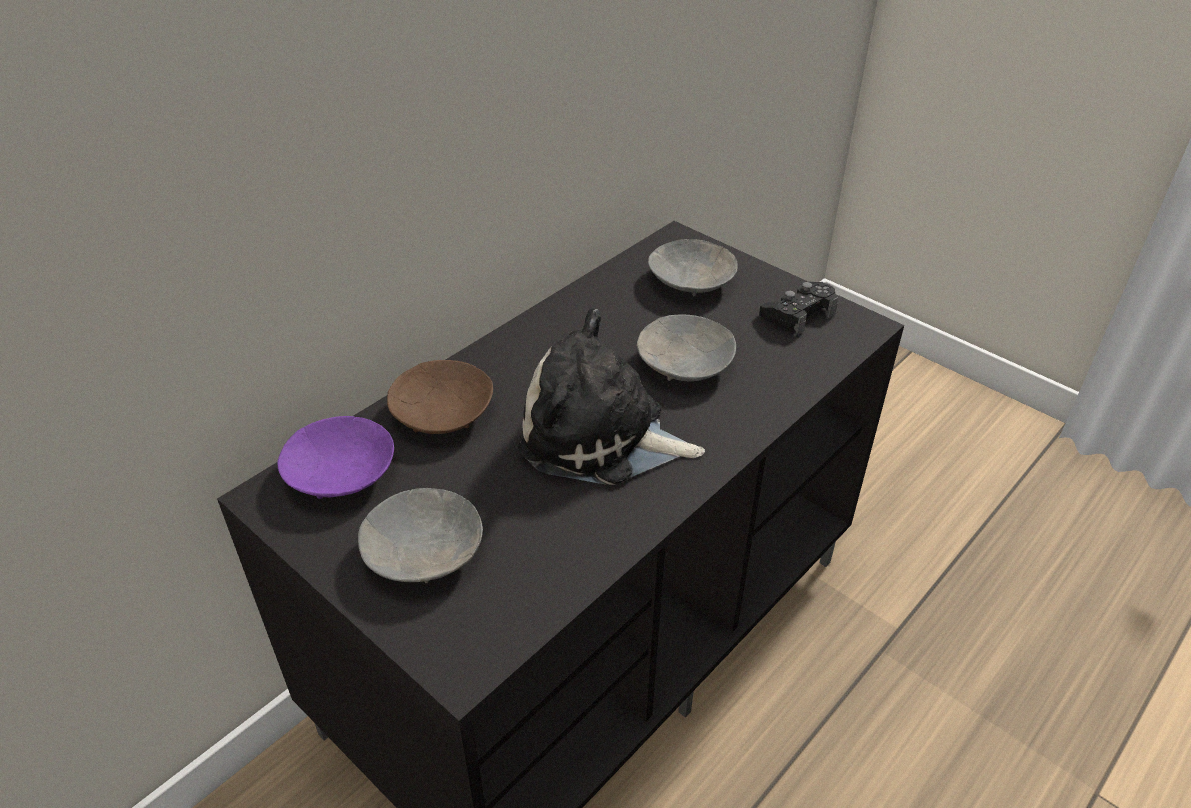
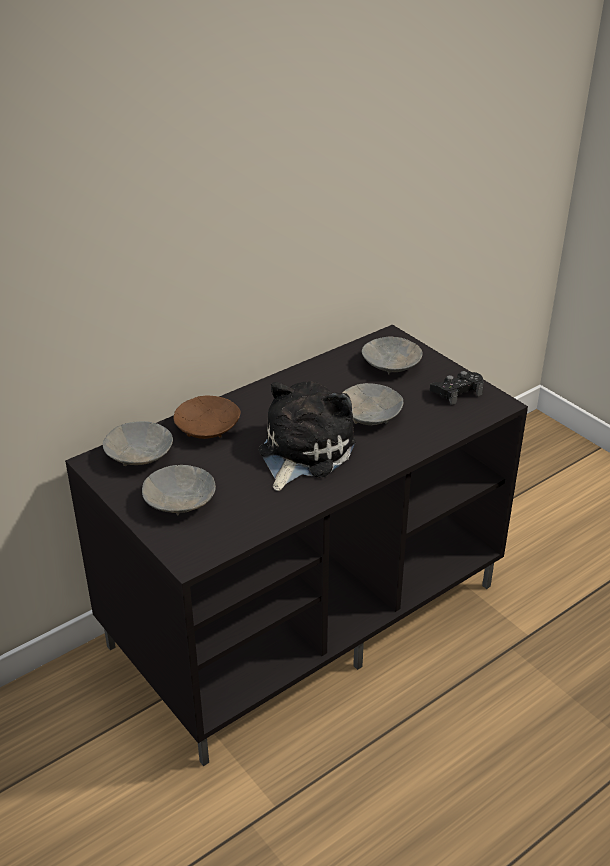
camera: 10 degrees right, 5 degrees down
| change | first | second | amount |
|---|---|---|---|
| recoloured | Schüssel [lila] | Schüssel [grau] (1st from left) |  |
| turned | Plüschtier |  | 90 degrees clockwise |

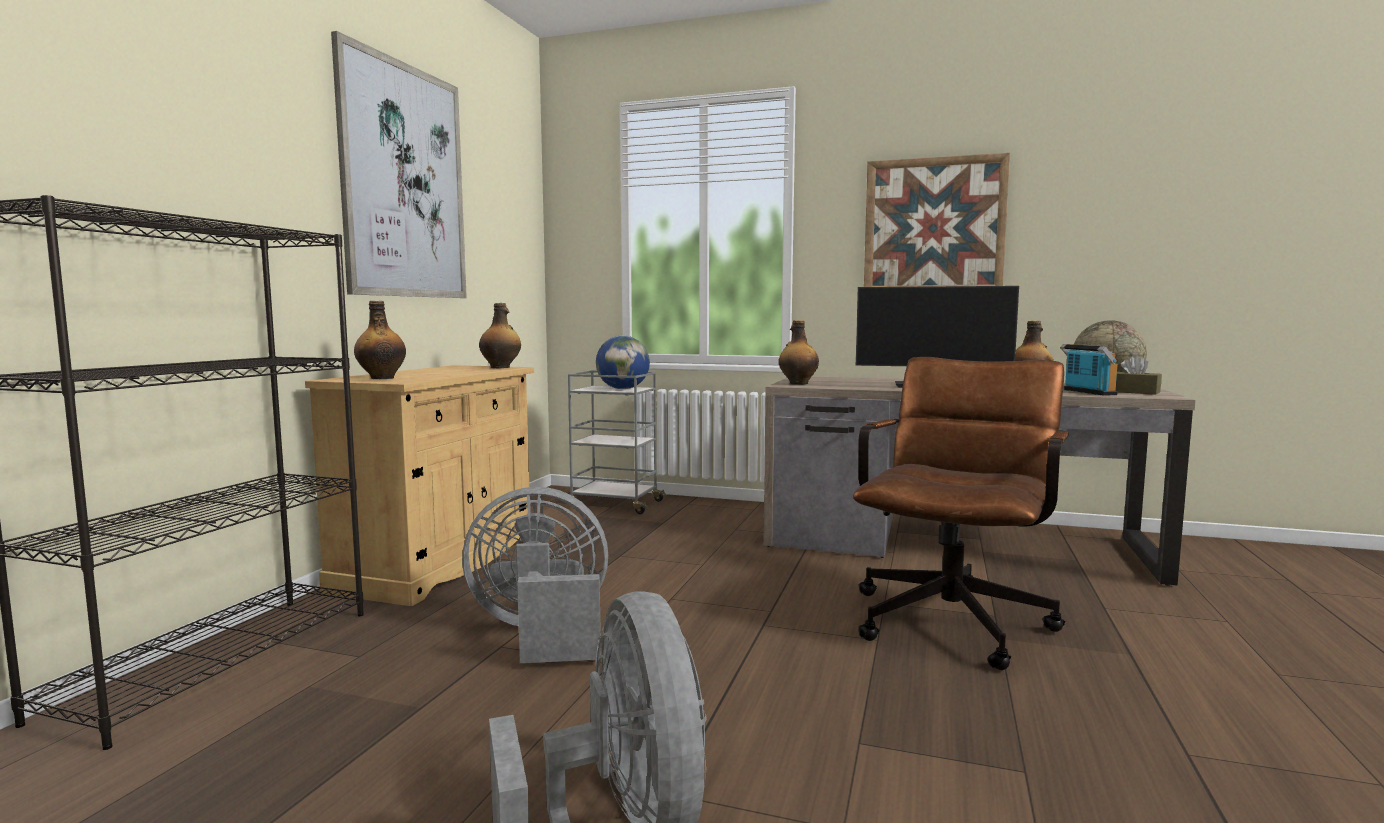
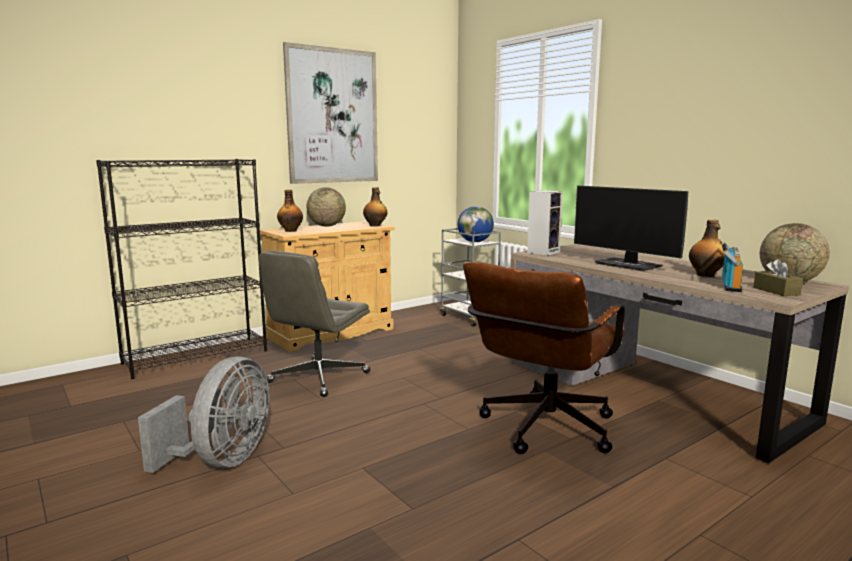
camera: 35 degrees right, 5 degrees up
| change | first | second | amount |
|---|---|---|---|
| replaced | Ventilator [grau] (1st from left) | Bürostuhl [grau] |  |
| added |  | Globus (1st from left) |  |
| turned | Bürostuhl [braun] |  | 150 degrees clockwise |
| replaced | Flasche (3rd from left) | Lautsprecher |  |
| removed | Bild (2nd from left) |  |  |

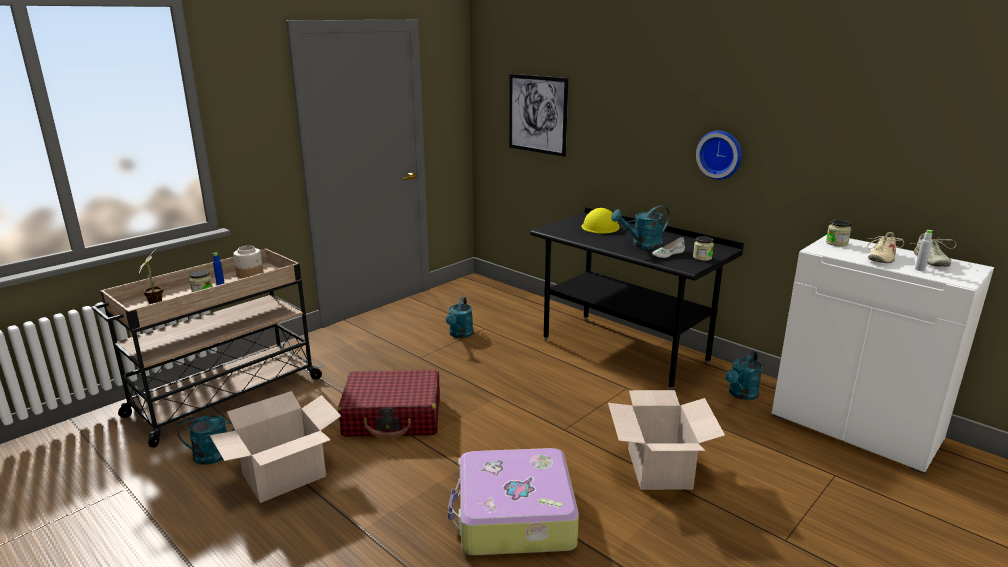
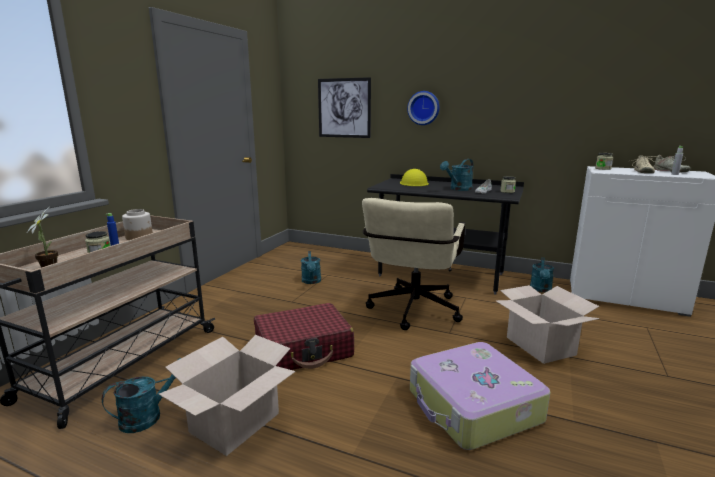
camera: 20 degrees left, 5 degrees down
| change | first | second | amount |
|---|---|---|---|
| added |  | Bürostuhl [beige] |  |
| moved | Wanduhr |  |  |

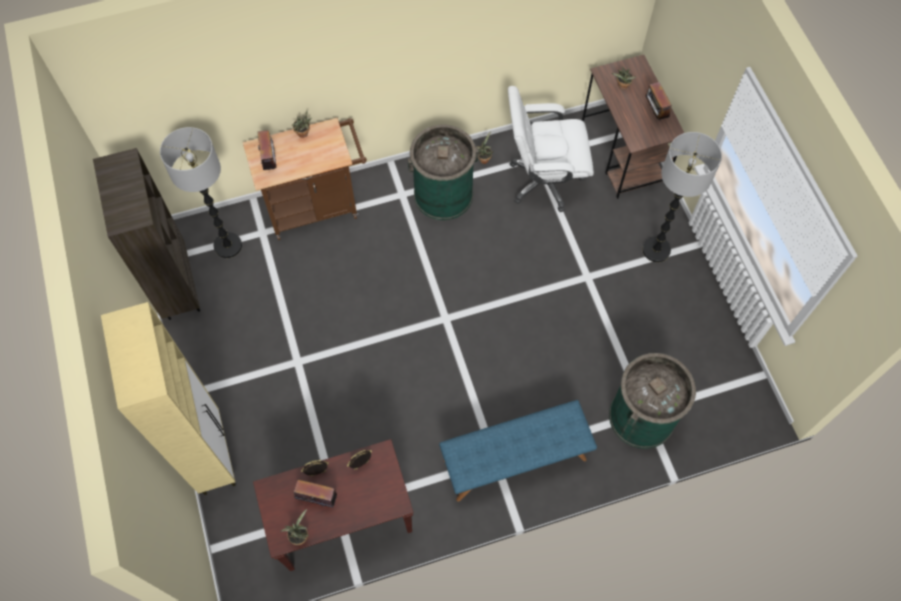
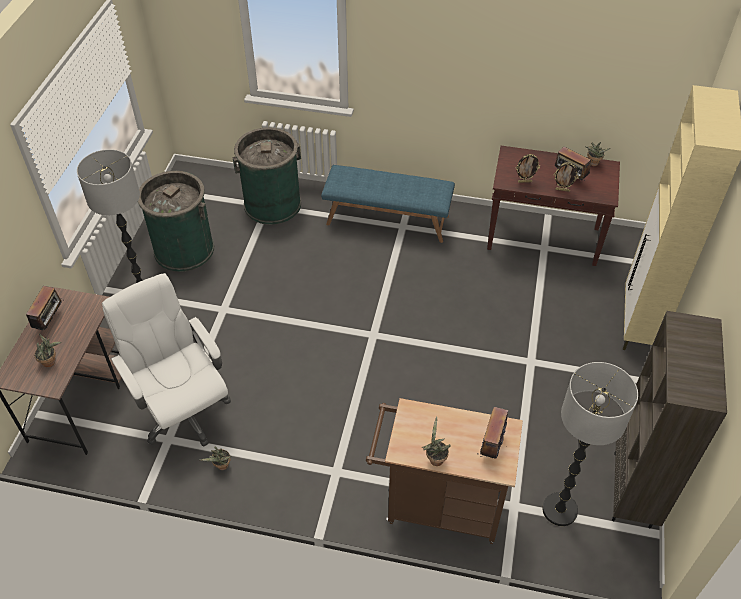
camera: 150 degrees left, 15 degrees down
| change | first | second | amount |
|---|---|---|---|
| turned | Bürostuhl [weiß] |  | 150 degrees counterclockwise |
| moved | Mülleimer [grün] (1st from left) |  |  |

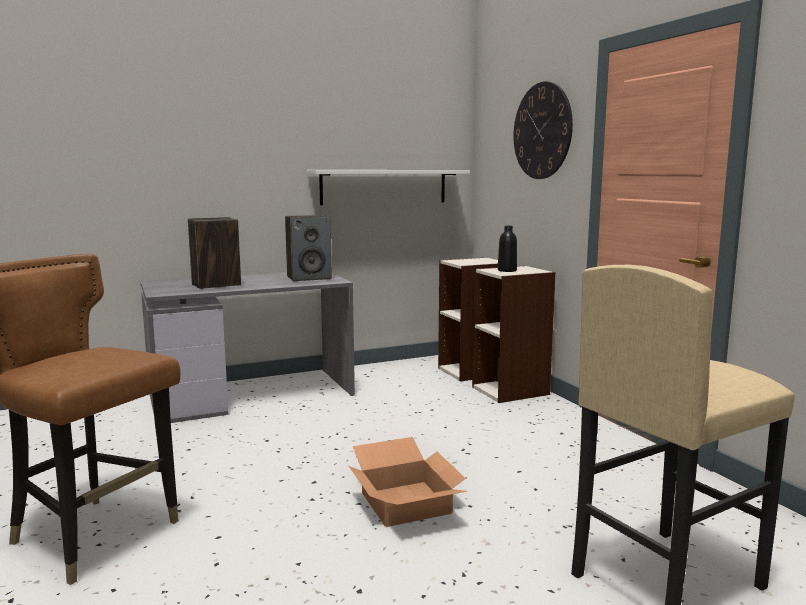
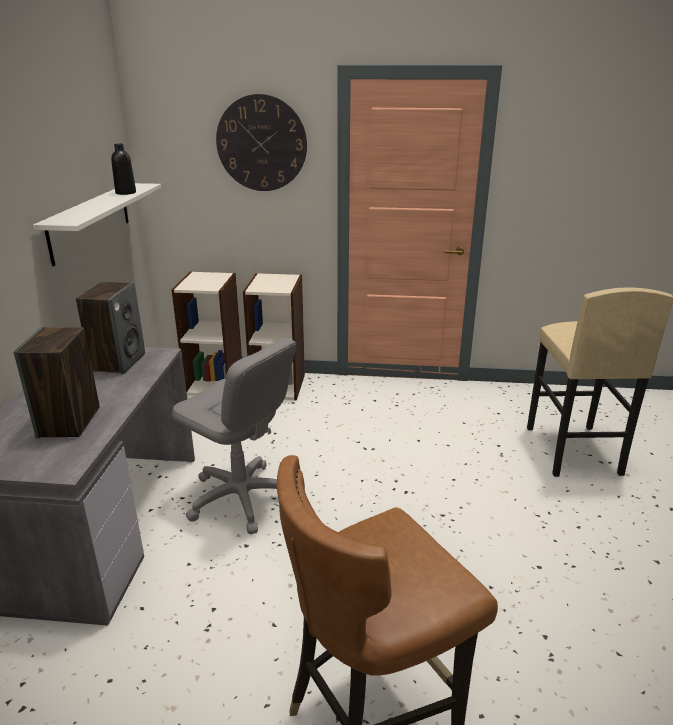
camera: 60 degrees left, 15 degrees up
| change | first | second | amount |
|---|---|---|---|
| moved | Flasche [schwarz] |  |  |
| added |  | Bürostuhl [grau] |  |
| removed | Karton |  |  |

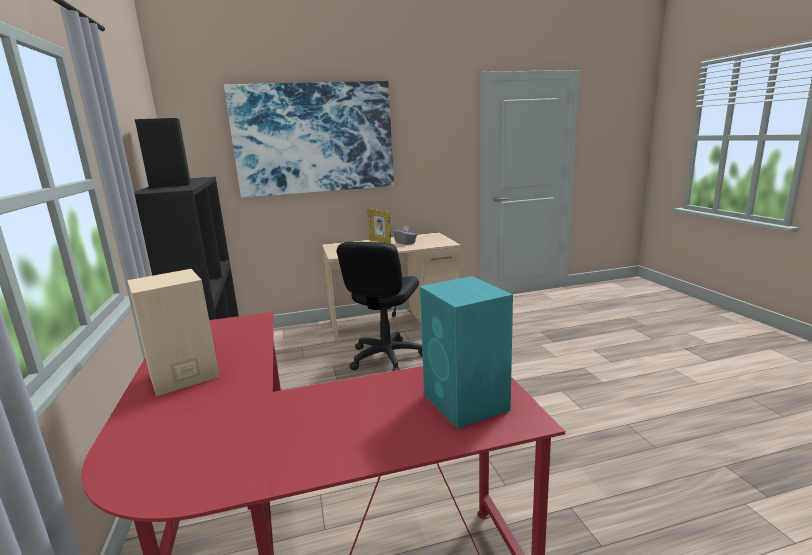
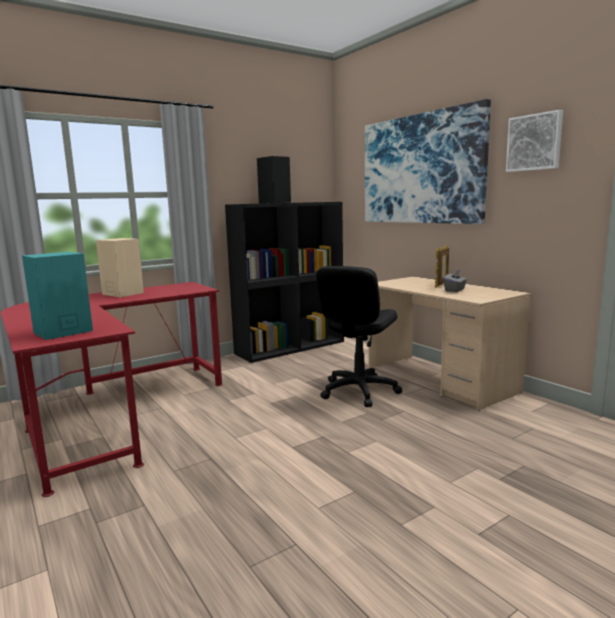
camera: 70 degrees right, 5 degrees down
| change | first | second | amount |
|---|---|---|---|
| turned | Bürostuhl [schwarz] |  | 60 degrees counterclockwise |
| added |  | Bild (2nd from left) |  |

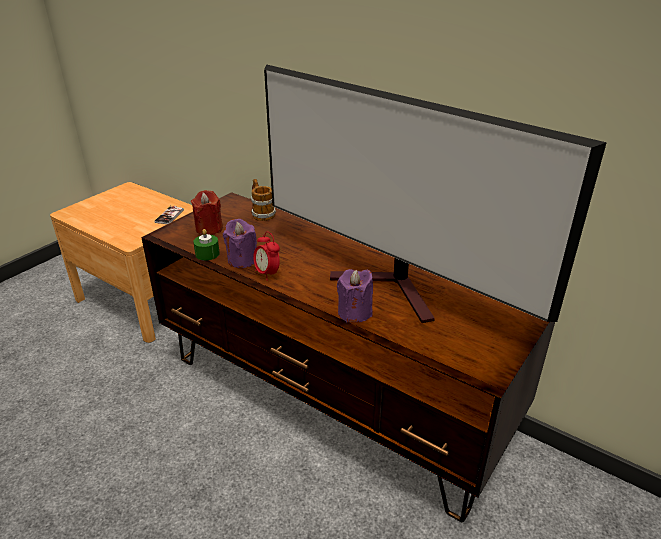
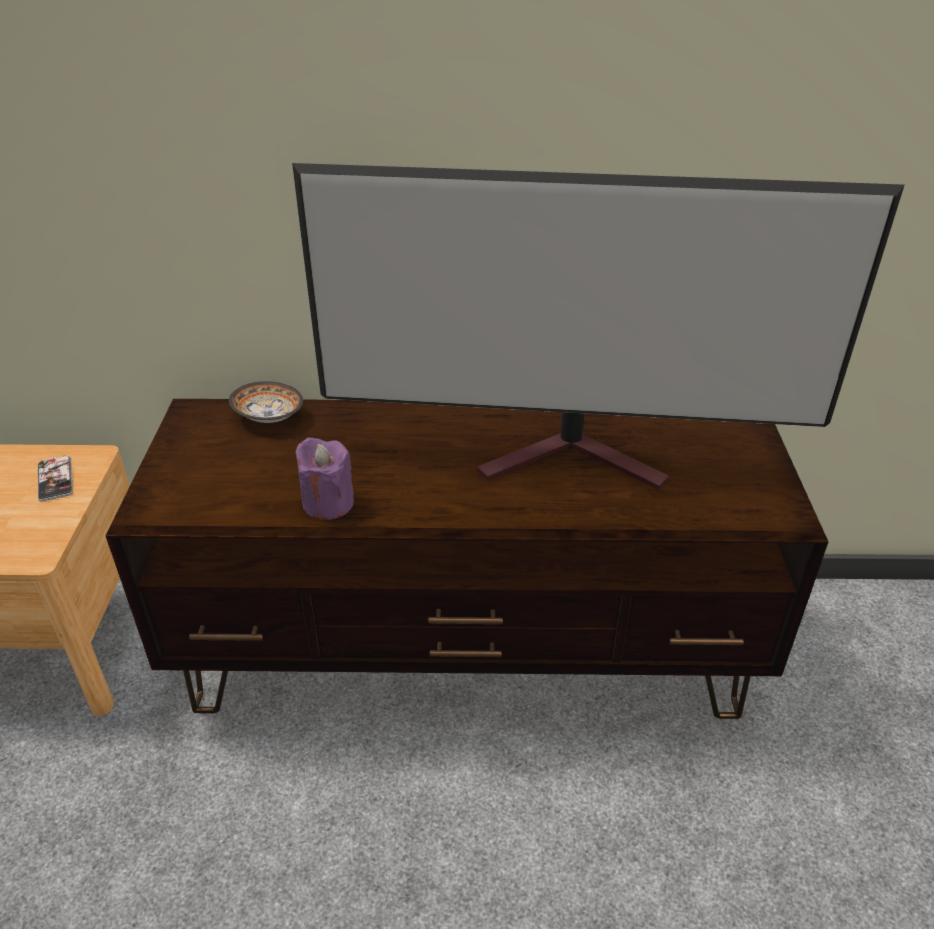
camera: 35 degrees left, 5 degrees up
| change | first | second | amount |
|---|---|---|---|
| replaced | Henkelbecher | Schüssel |  |
| removed | Kerze [rot] |  |  |
| removed | Kerze [grün] |  |  |
| removed | Wecker |  |  |
| removed | Kerze [lila] (2nd from left) |  |  |

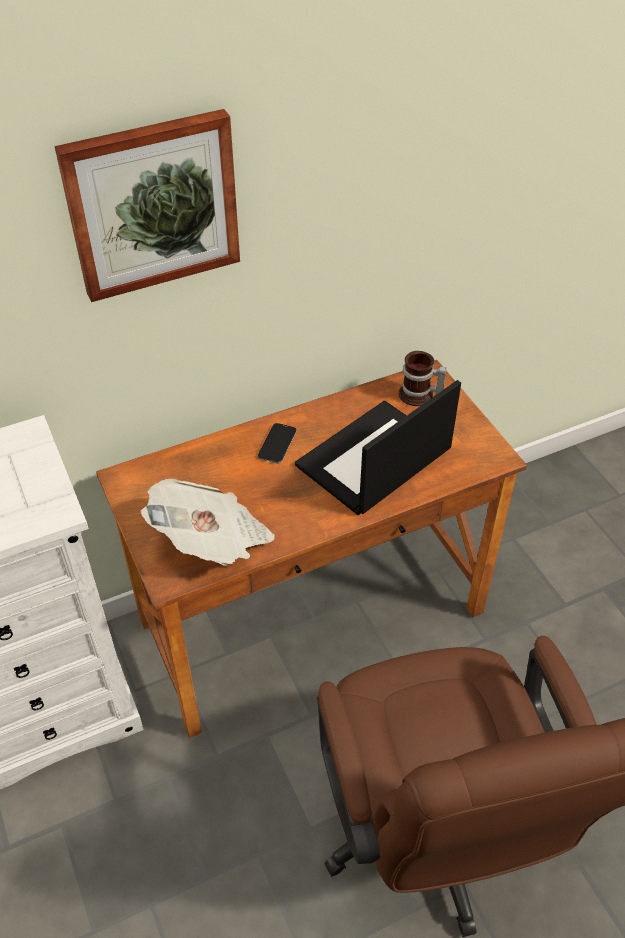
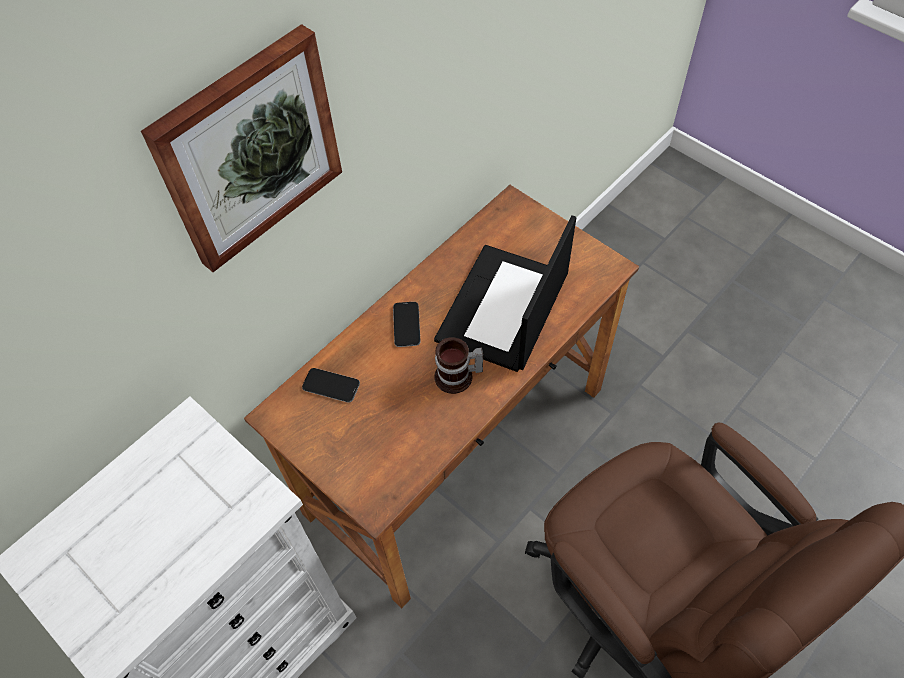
camera: 20 degrees left, 10 degrees up
| change | first | second | amount |
|---|---|---|---|
| added |  | Handy (1st from left) |  |
| moved | Henkelbecher |  |  |
| removed | Zeitung |  |  |

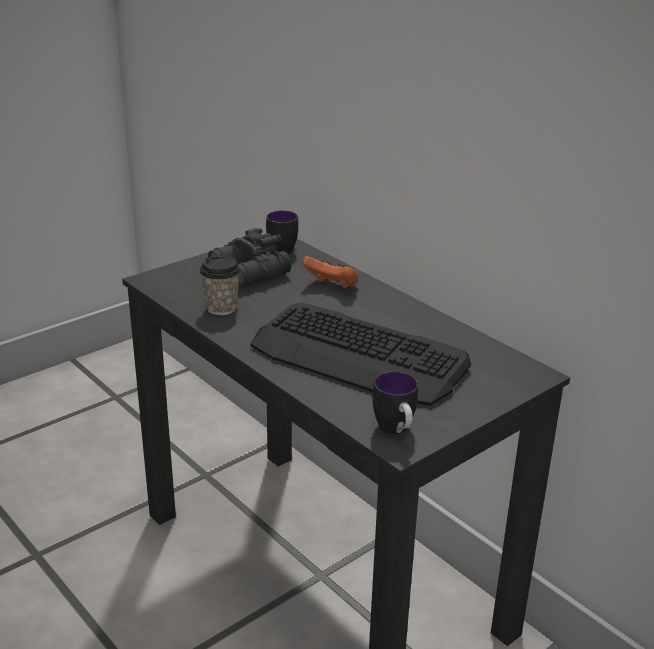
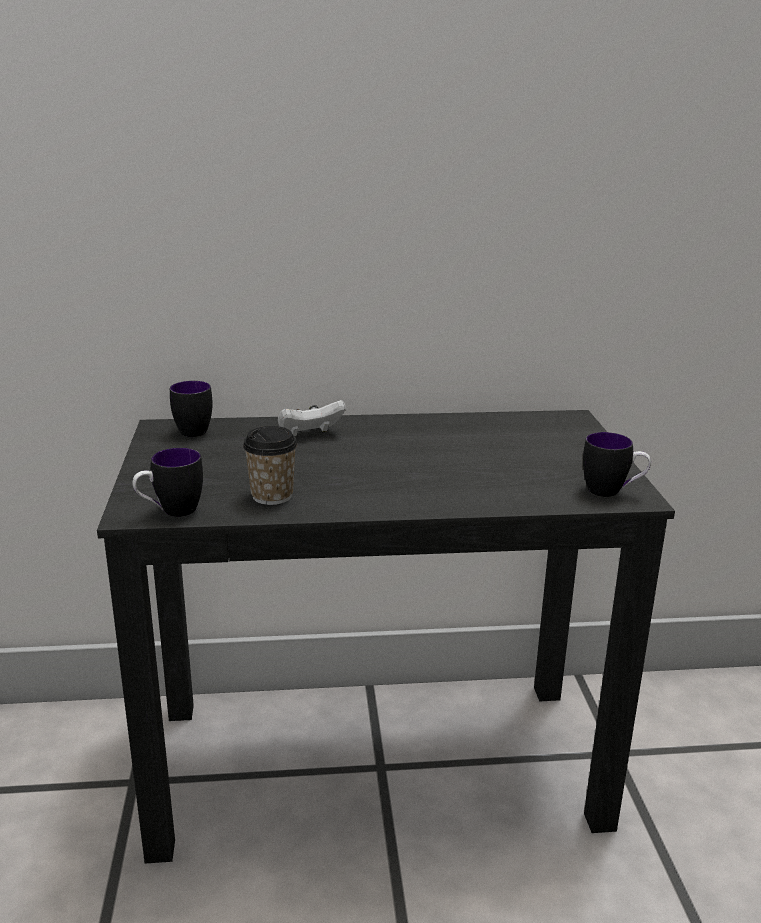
camera: 55 degrees left, 5 degrees down
| change | first | second | amount |
|---|---|---|---|
| added |  | Henkelbecher (1st from left) |  |
| recoloured | Gamepad [orange] | Gamepad [weiß] |  |
| removed | Fernglas [schwarz] |  |  |
| removed | Tastatur |  |  |

